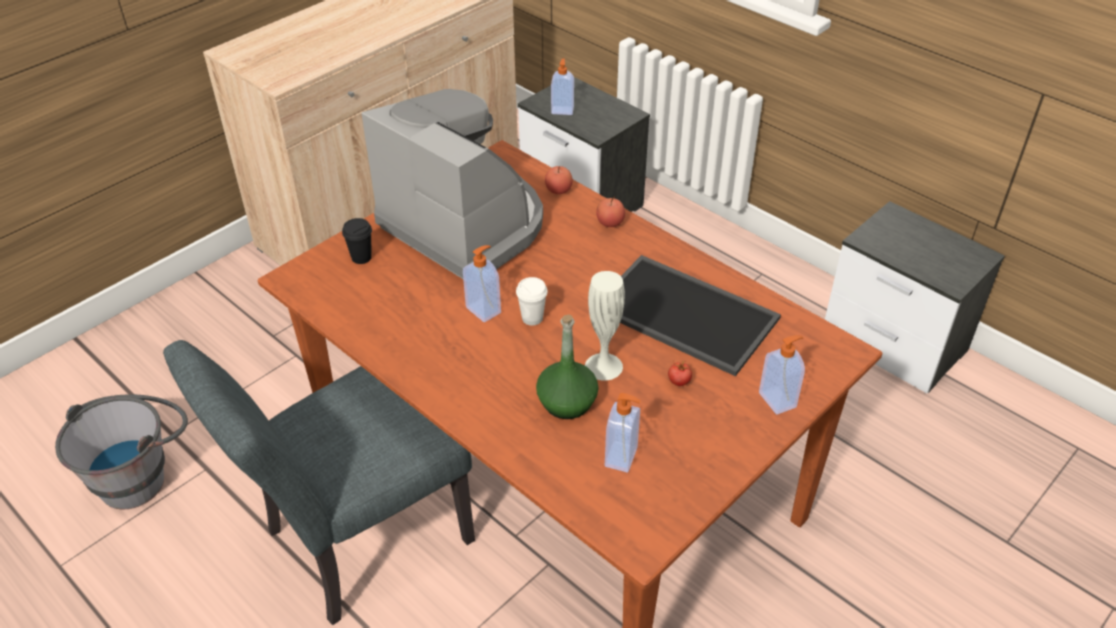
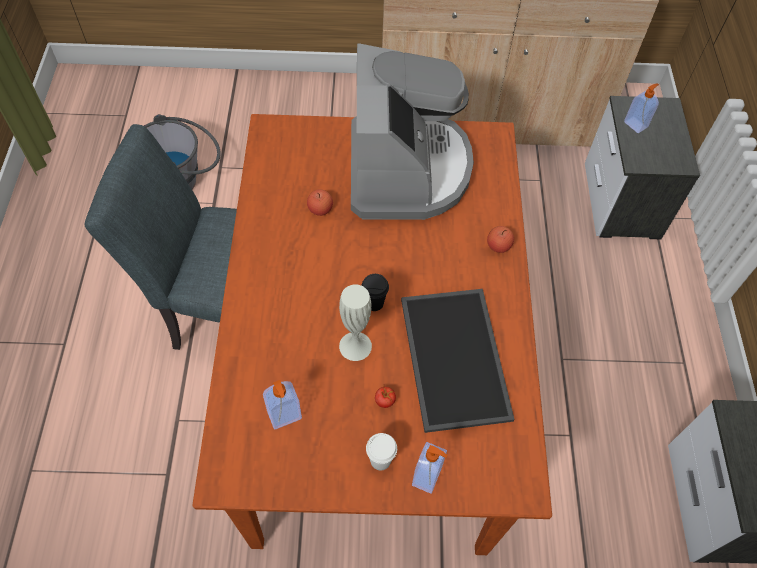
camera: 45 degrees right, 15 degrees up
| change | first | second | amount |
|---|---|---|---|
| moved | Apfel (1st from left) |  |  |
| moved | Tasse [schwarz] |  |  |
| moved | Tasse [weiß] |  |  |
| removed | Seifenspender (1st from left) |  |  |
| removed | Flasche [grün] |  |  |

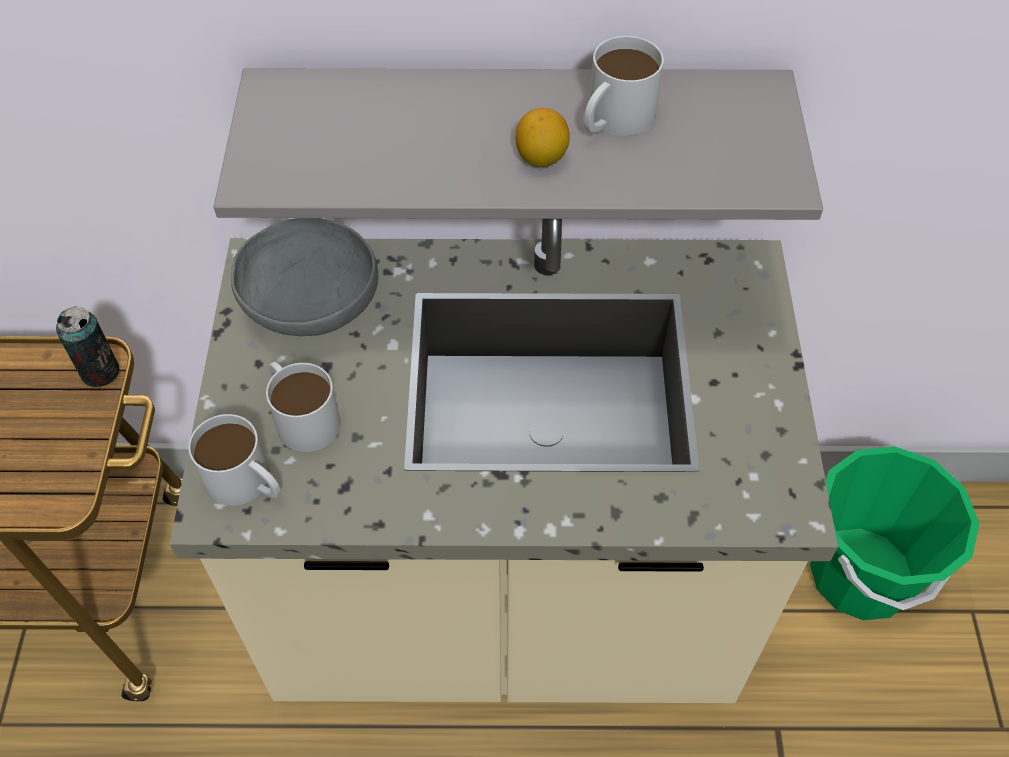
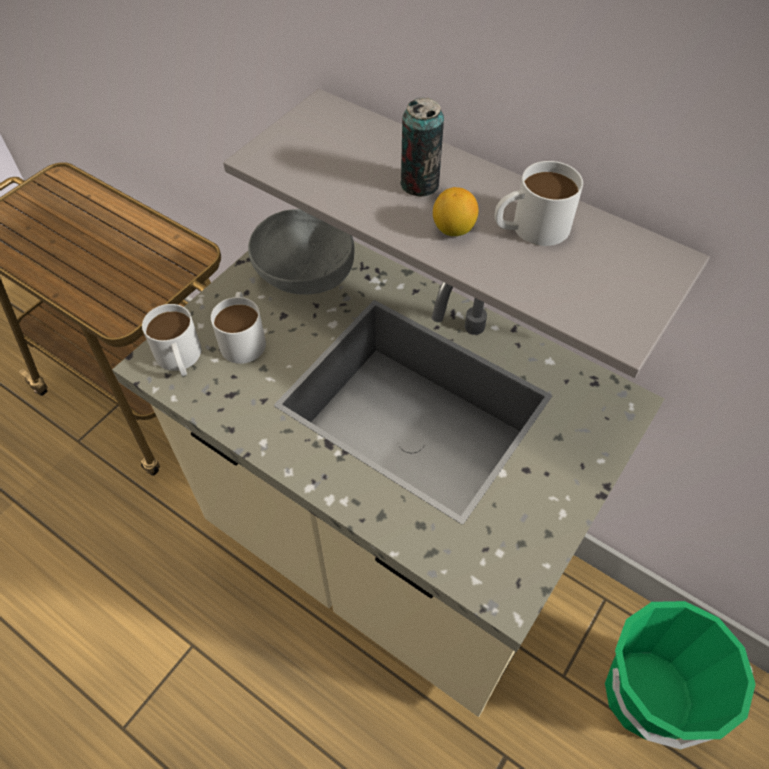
camera: 35 degrees right, 0 degrees up
| change | first | second | amount |
|---|---|---|---|
| moved | Dose |  |  |

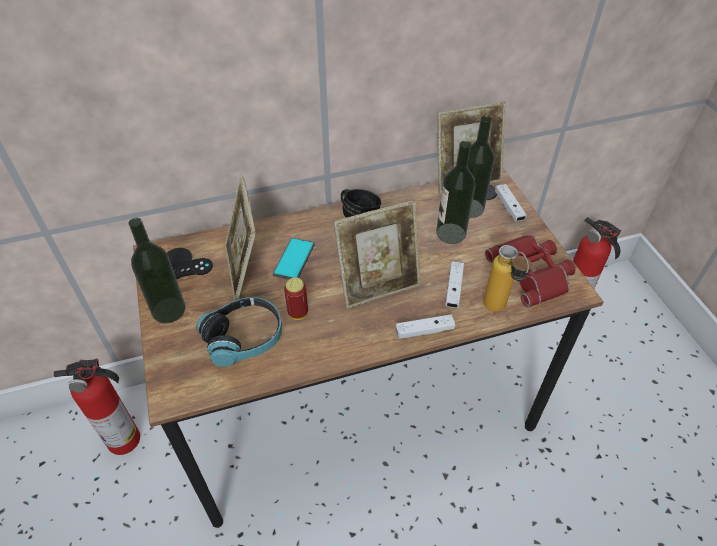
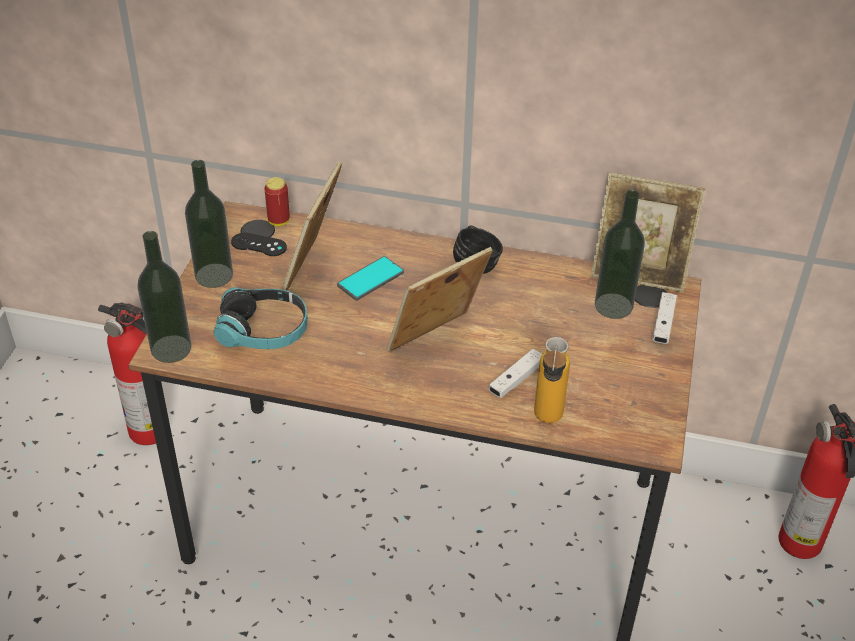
camera: 30 degrees right, 5 degrees down
| change | first | second | amount |
|---|---|---|---|
| moved | Flasche (2nd from left in the first image) | Flasche (1st from left) |  |
| moved | Dose |  |  |
| turned | Bilderrahmen (2nd from left) |  | 135 degrees clockwise |
| removed | Gamepad [weiß] (1st from left) |  |  |
| removed | Fernglas [rot] |  |  |

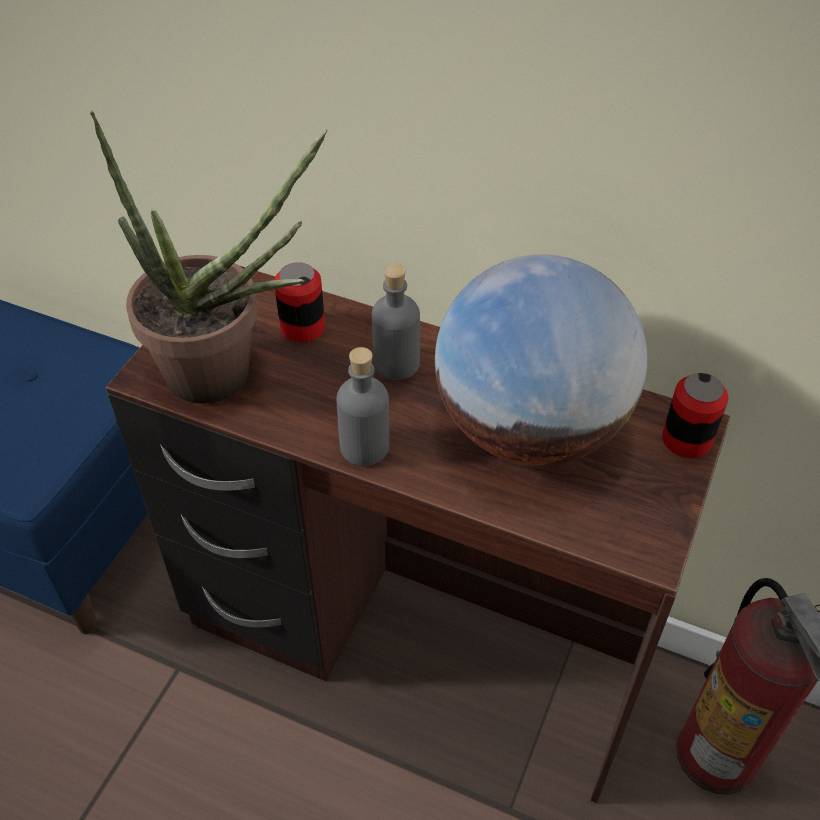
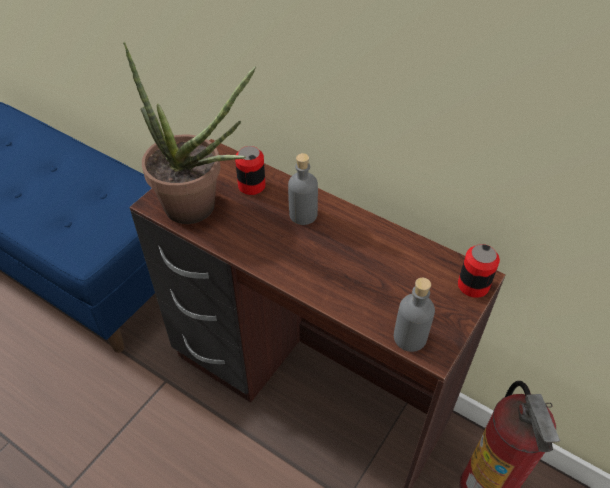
camera: 10 degrees right, 0 degrees up
| change | first | second | amount |
|---|---|---|---|
| moved | Flasche [grau] (1st from left in the first image) | Flasche [grau] (2nd from left) |  |
| removed | Globus |  |  |

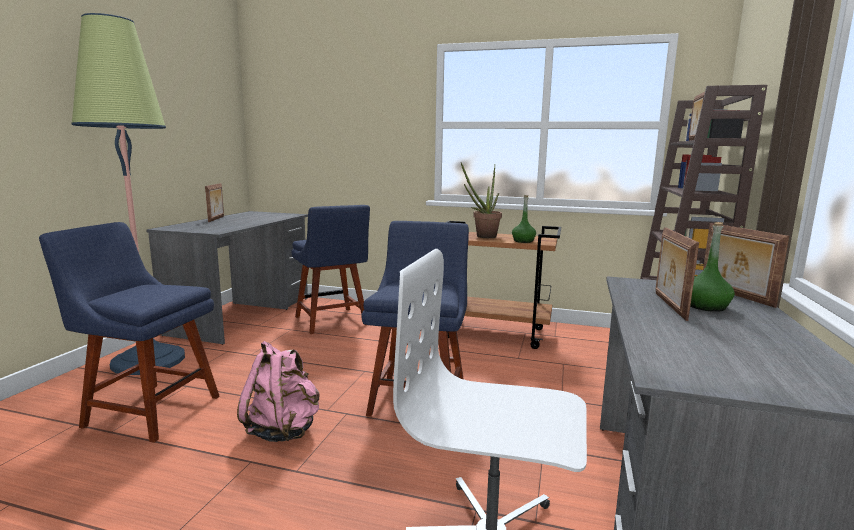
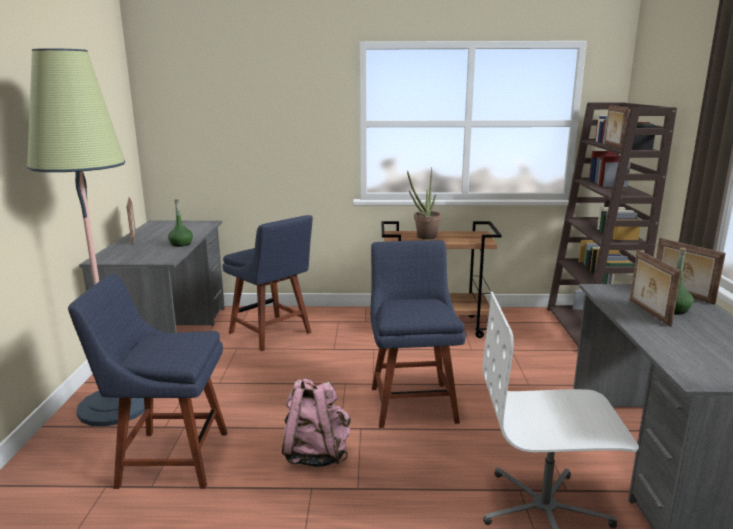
camera: 15 degrees left, 5 degrees up
| change | first | second | amount |
|---|---|---|---|
| moved | Flasche [grün] (1st from left) |  |  |

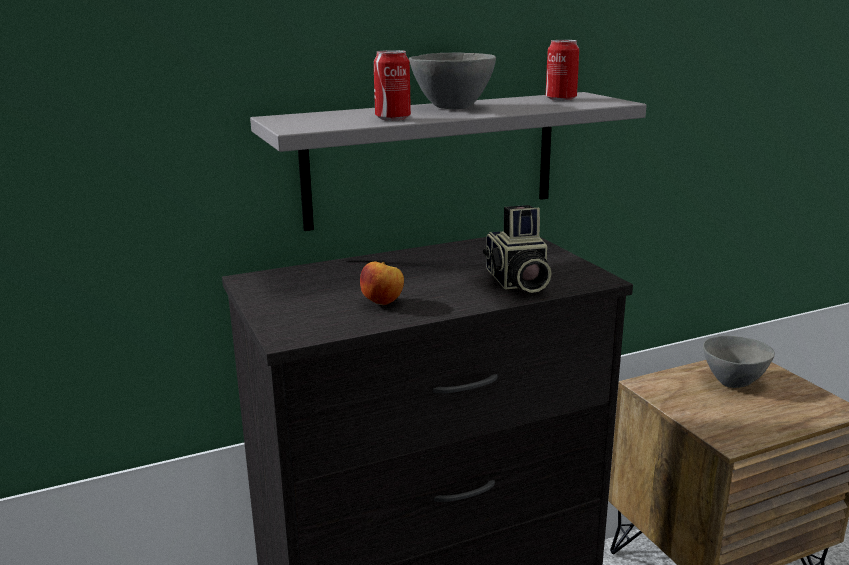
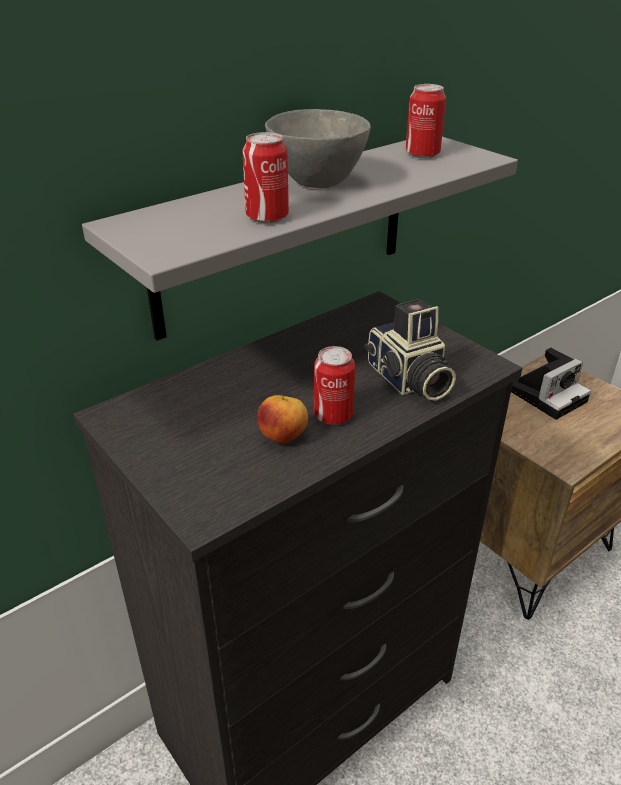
camera: 15 degrees left, 15 degrees up
| change | first | second | amount |
|---|---|---|---|
| added |  | Dose (2nd from left) |  |
| replaced | Schüssel [grau] (2nd from left) | Kamera (2nd from left) |  |

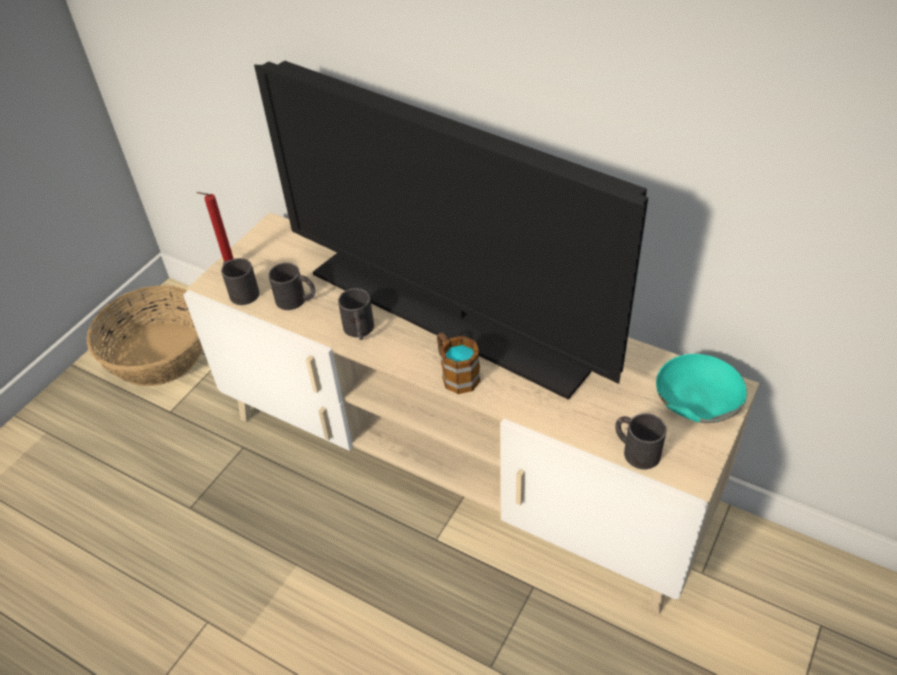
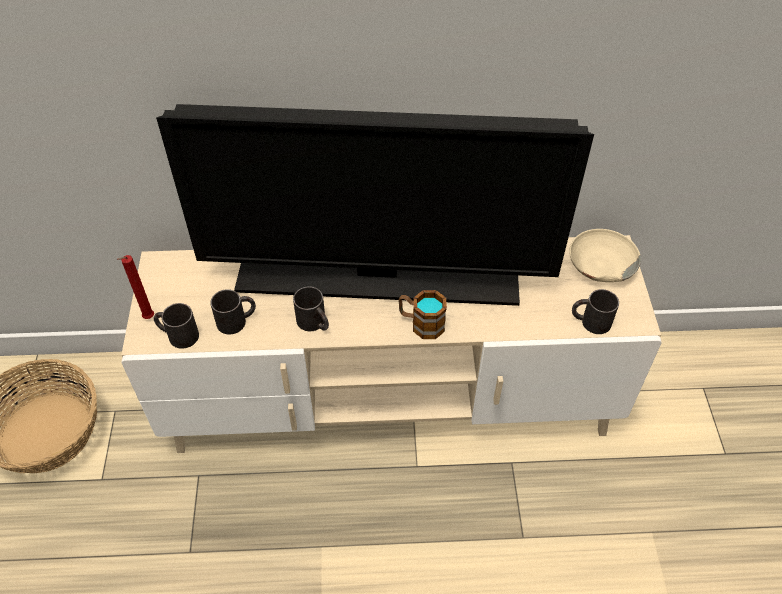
camera: 35 degrees left, 5 degrees up
| change | first | second | amount |
|---|---|---|---|
| recoloured | Schüssel [türkis] | Schüssel [beige] |  |

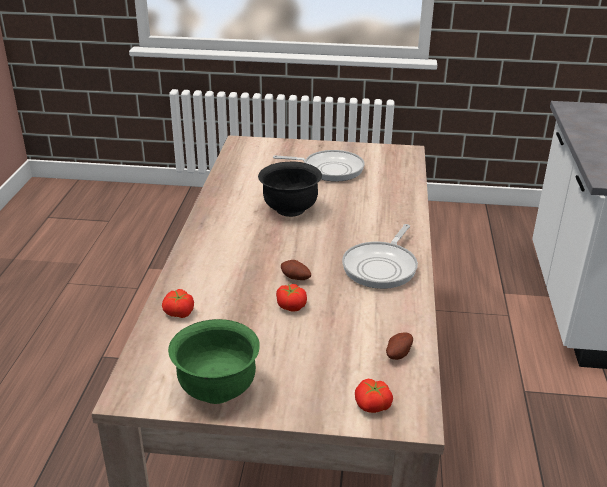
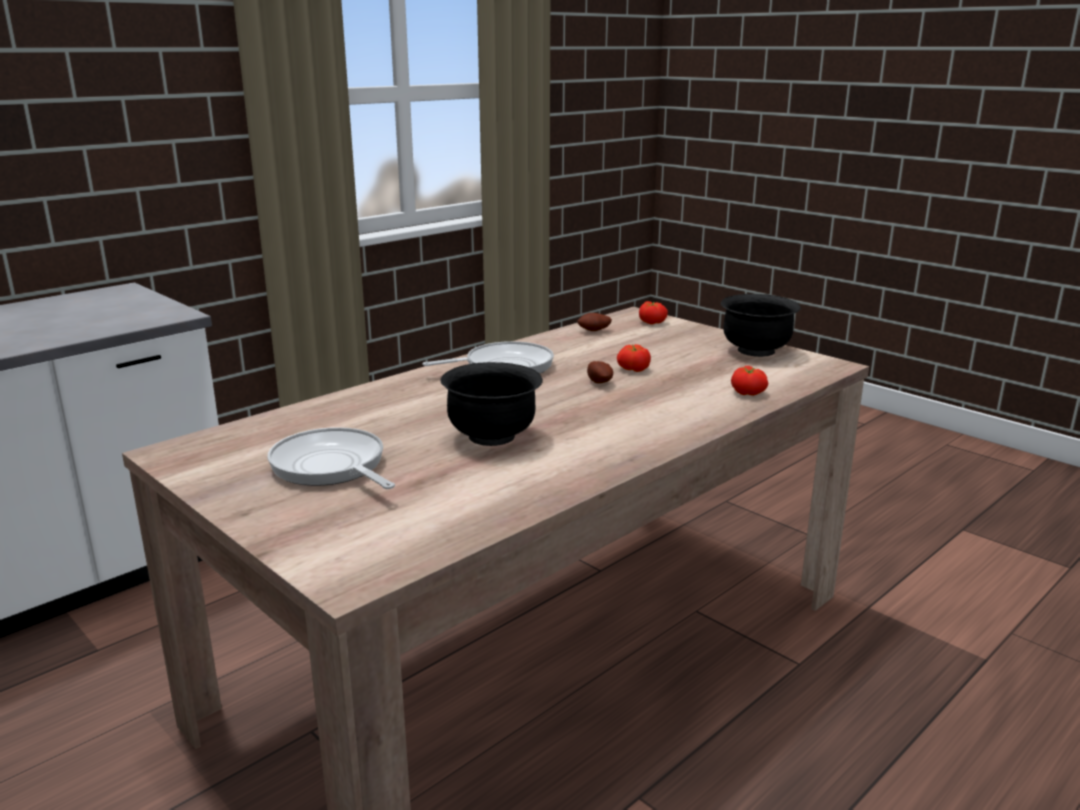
camera: 140 degrees left, 10 degrees down
| change | first | second | amount |
|---|---|---|---|
| recoloured | Schüssel [grün] | Schüssel [schwarz] (2nd from left) |  |

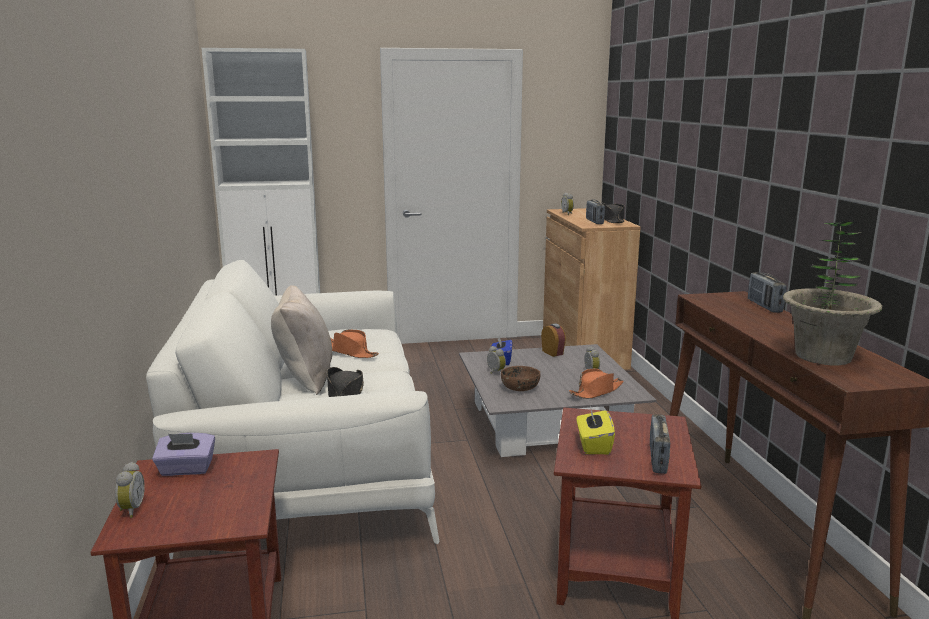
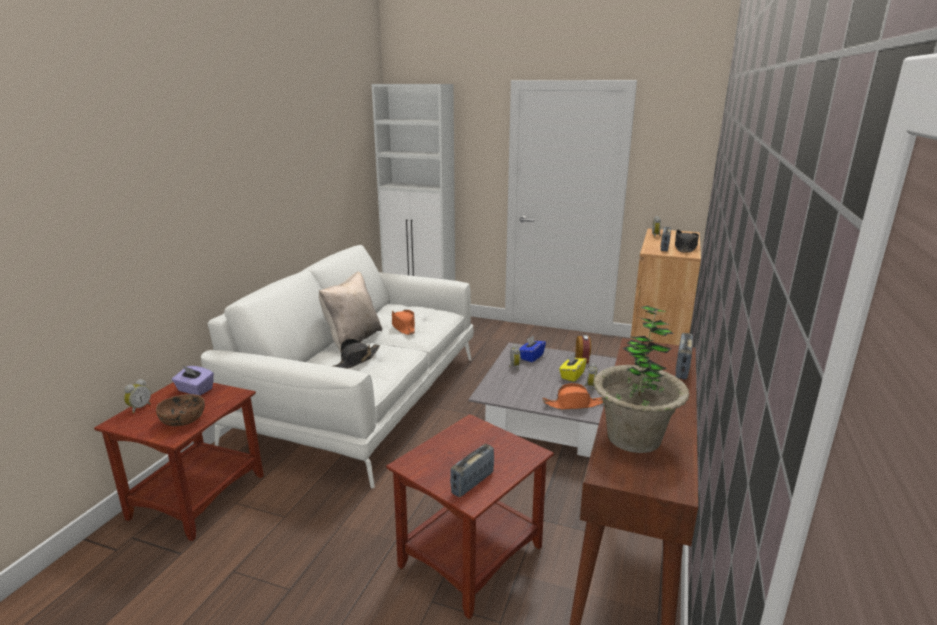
camera: 30 degrees right, 5 degrees up
| change | first | second | amount |
|---|---|---|---|
| moved | Schüssel [braun] |  |  |
| moved | Taschentuchbox [gelb] |  |  |

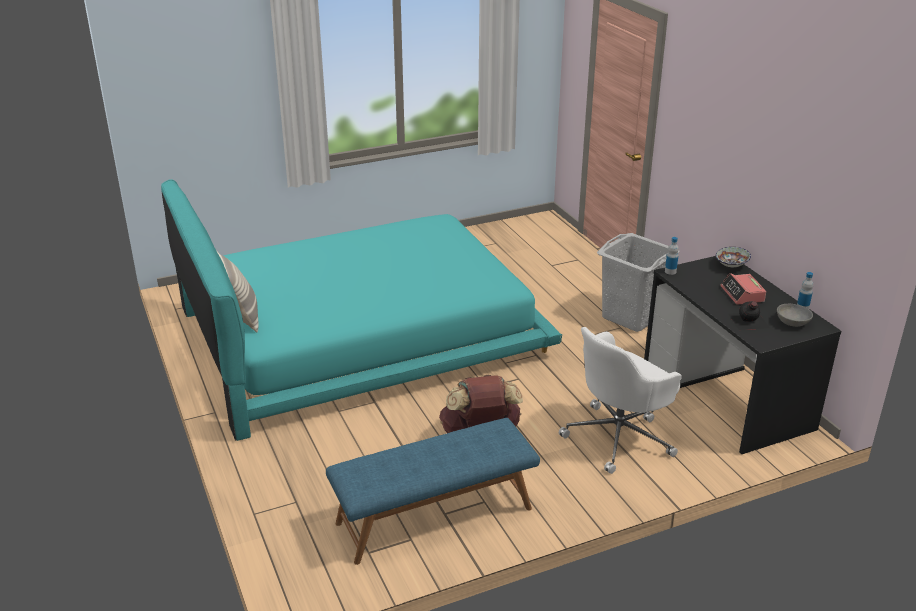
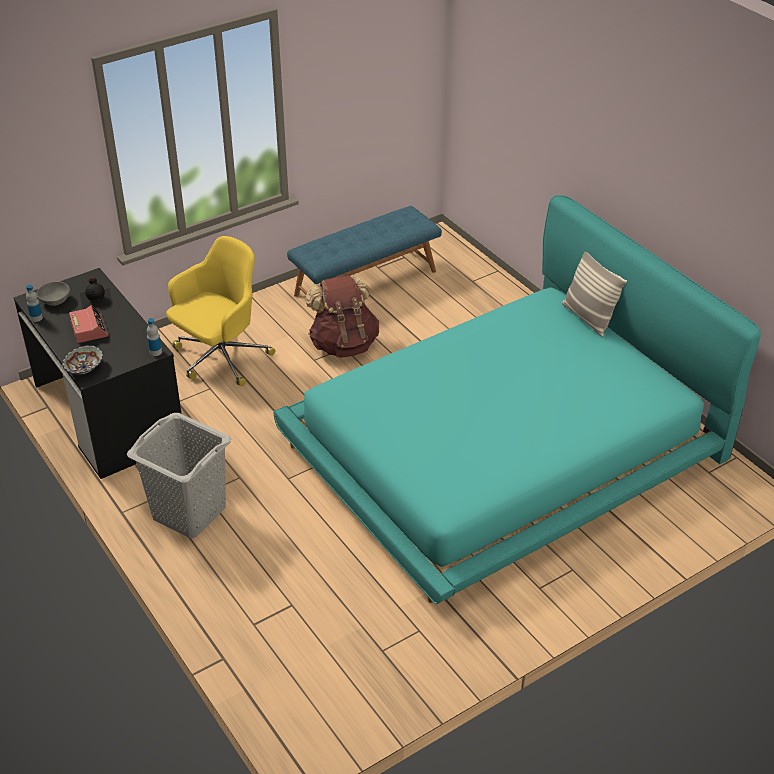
camera: 170 degrees right, 10 degrees up
| change | first | second | amount |
|---|---|---|---|
| recoloured | Bürostuhl [weiß] | Bürostuhl [gelb] |  |

